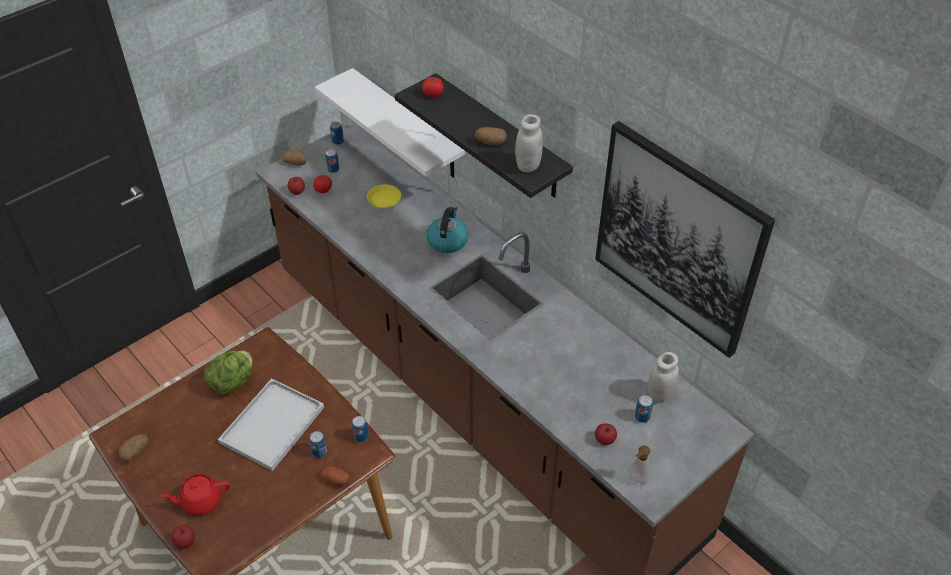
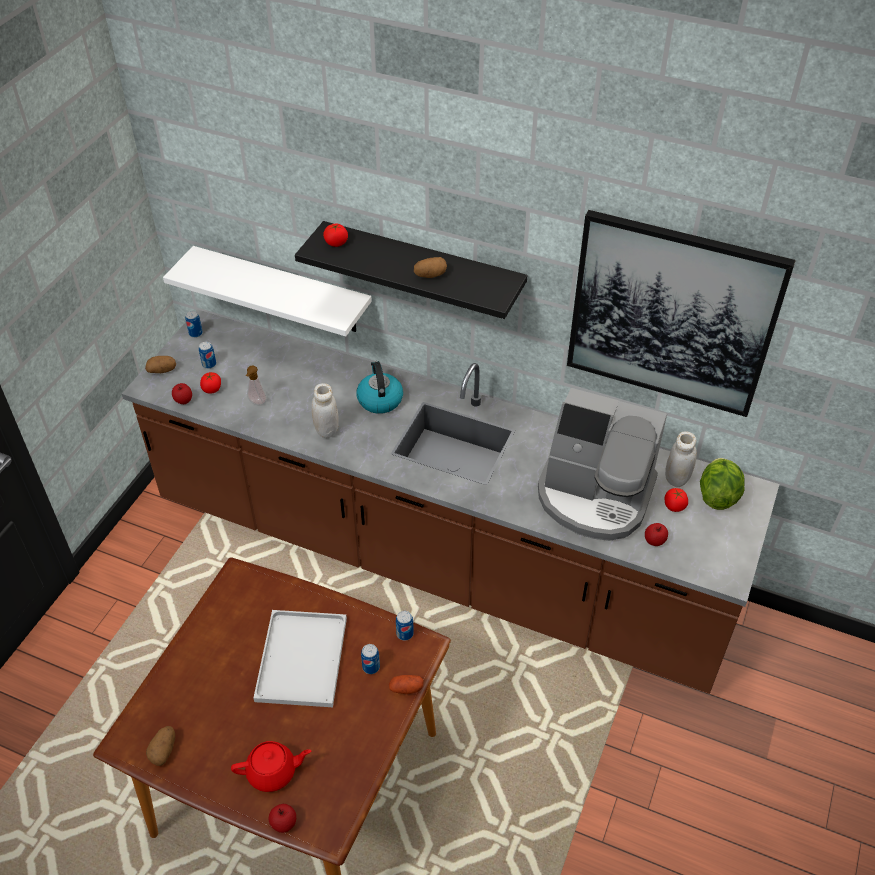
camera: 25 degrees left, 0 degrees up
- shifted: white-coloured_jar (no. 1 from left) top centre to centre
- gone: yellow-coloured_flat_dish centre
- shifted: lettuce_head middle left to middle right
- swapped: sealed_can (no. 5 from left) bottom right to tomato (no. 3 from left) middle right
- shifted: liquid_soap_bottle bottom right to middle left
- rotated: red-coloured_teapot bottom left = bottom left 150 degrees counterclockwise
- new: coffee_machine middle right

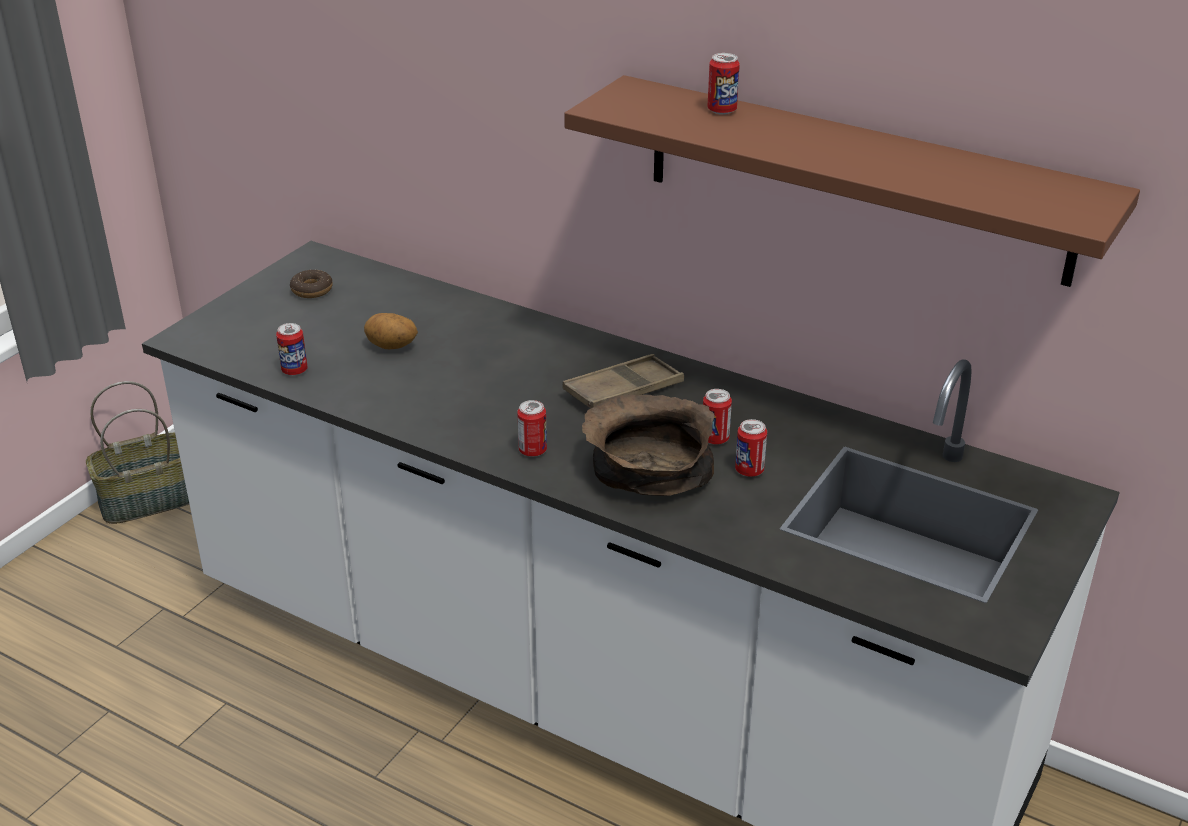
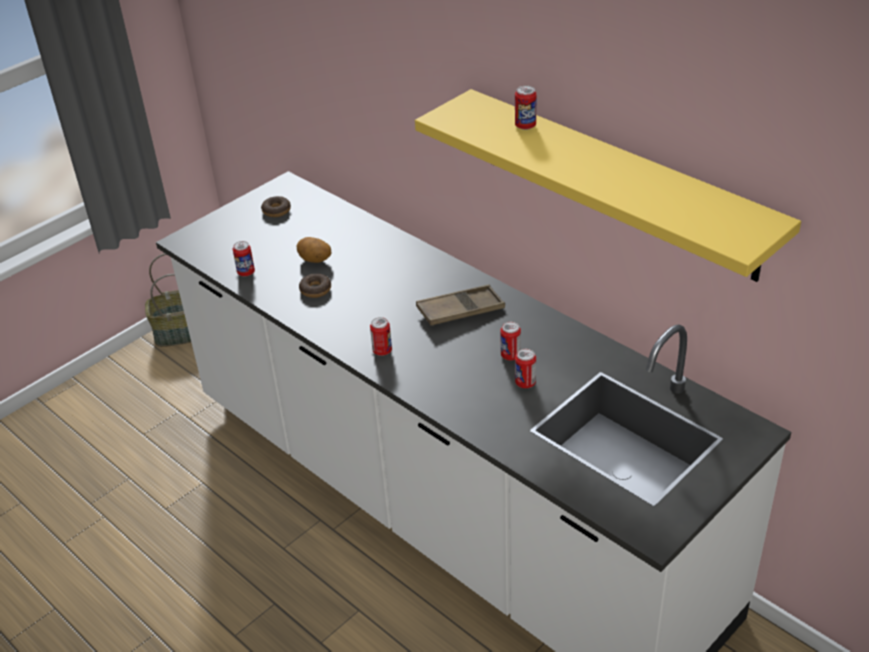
camera: 15 degrees right, 5 degrees up
- repainted: brown_shelf top right to yellow-coloured_shelf top right
- gone: brown_deep_dish centre
- new: doughnut (no. 2 from left) centre

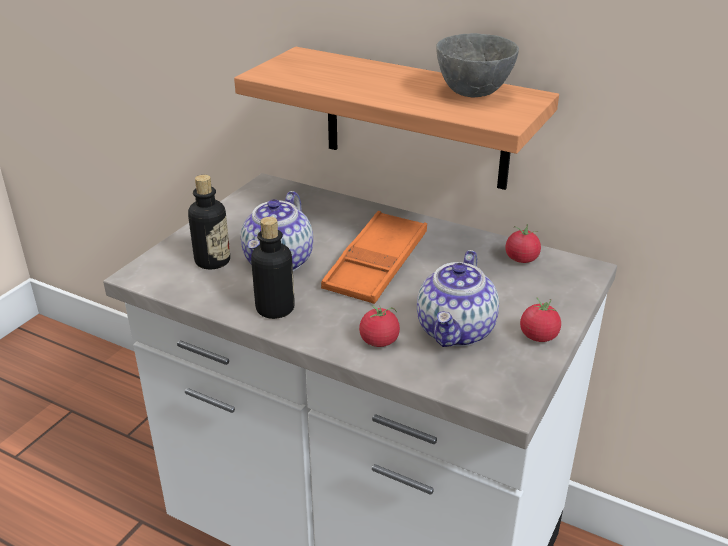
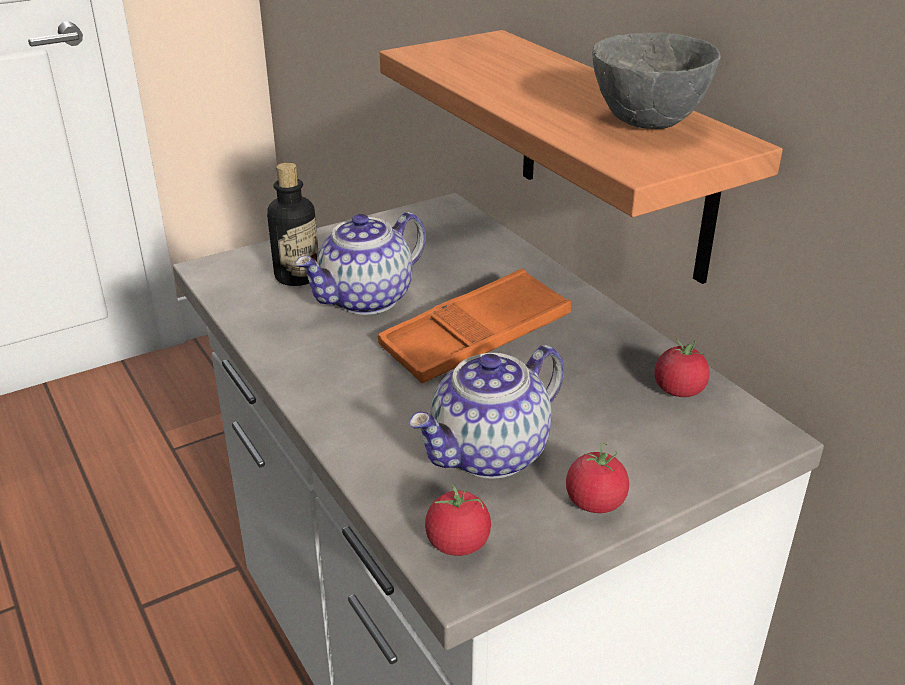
camera: 30 degrees right, 0 degrees up
- gone: drink_bottle (no. 2 from left) centre
- shifted: tomato (no. 1 from left) centre to bottom centre

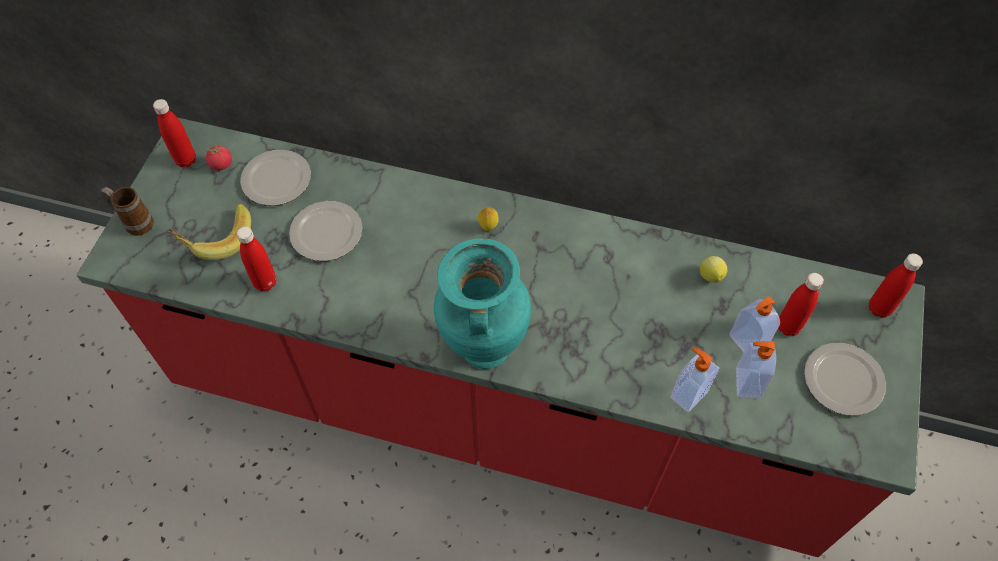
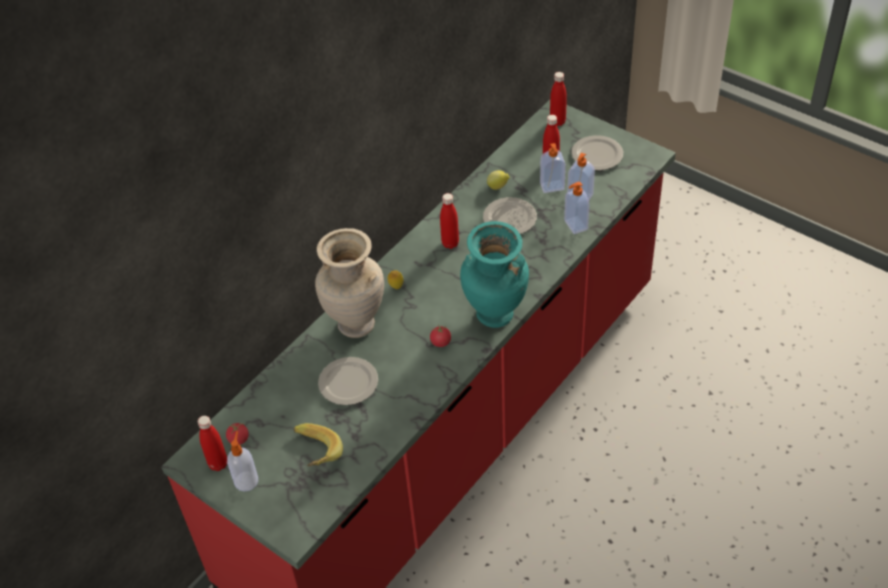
camera: 65 degrees left, 10 degrees down
- shifted: flat_dish (no. 1 from left in the first image) top left to flat_dish (no. 2 from left) centre
- gone: mug middle left
- shifted: red-coloured_drink_bottle (no. 2 from left) middle left to centre
- new: beige-coloured_decorative_vase centre
- new: tomato (no. 2 from left) centre
- new: liquid_soap_bottle (no. 1 from left) bottom left

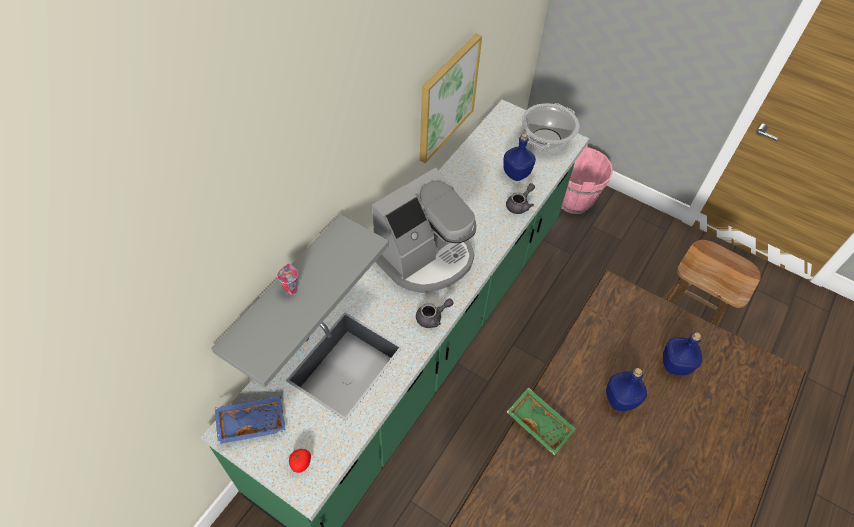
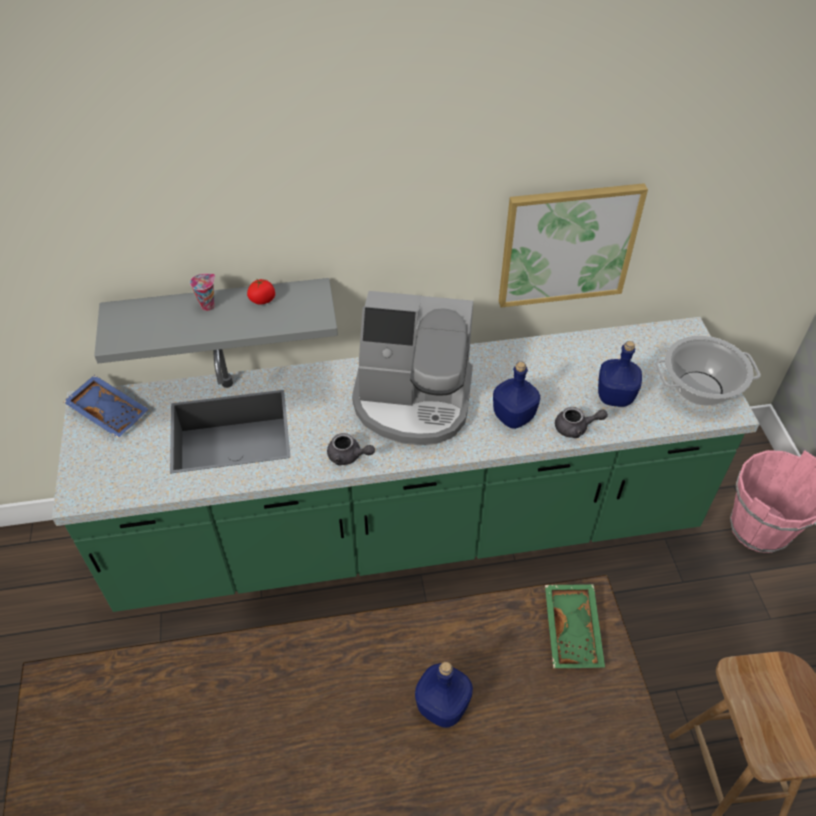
camera: 50 degrees right, 5 degrees down
- shifted: bluish_drink_bottle (no. 3 from left in the first image) bottom right to bluish_drink_bottle (no. 2 from left) centre
- shifted: greenish_serving_tray bottom centre to bottom right
- shifted: tomato bottom centre to middle left

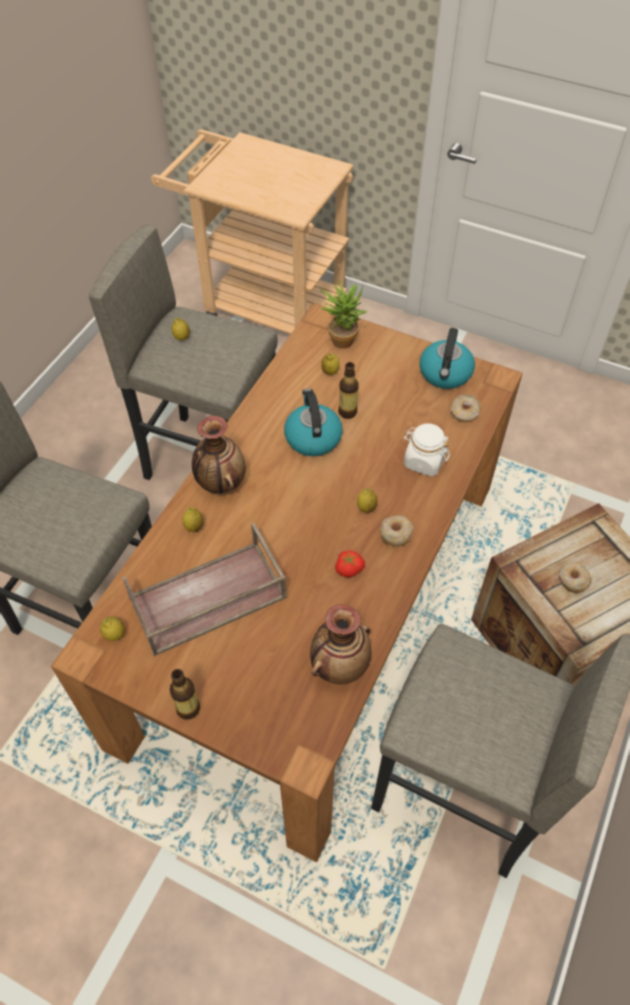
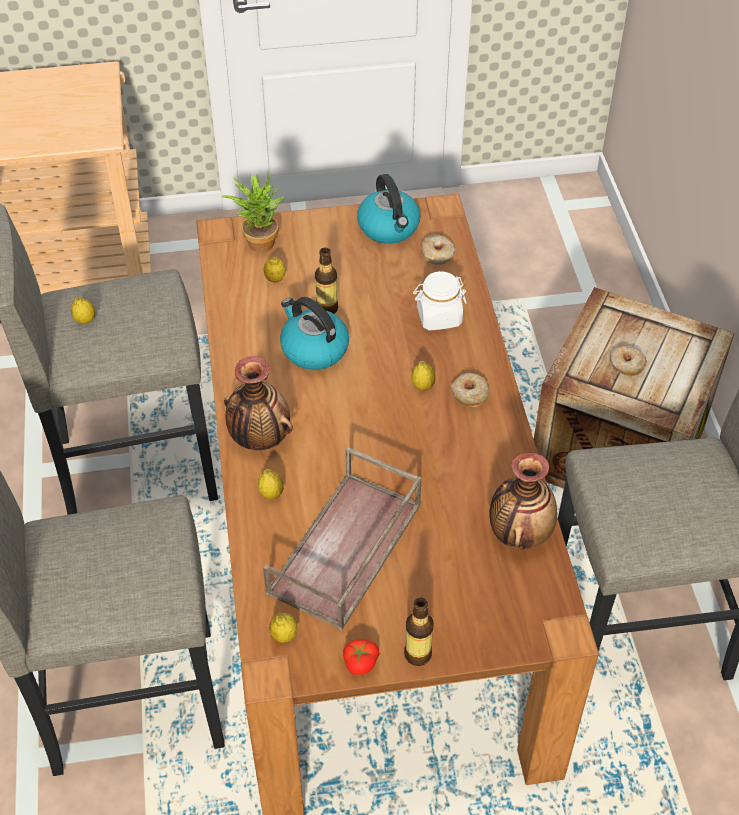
camera: 35 degrees left, 5 degrees down
- shifted: tomato centre to bottom centre

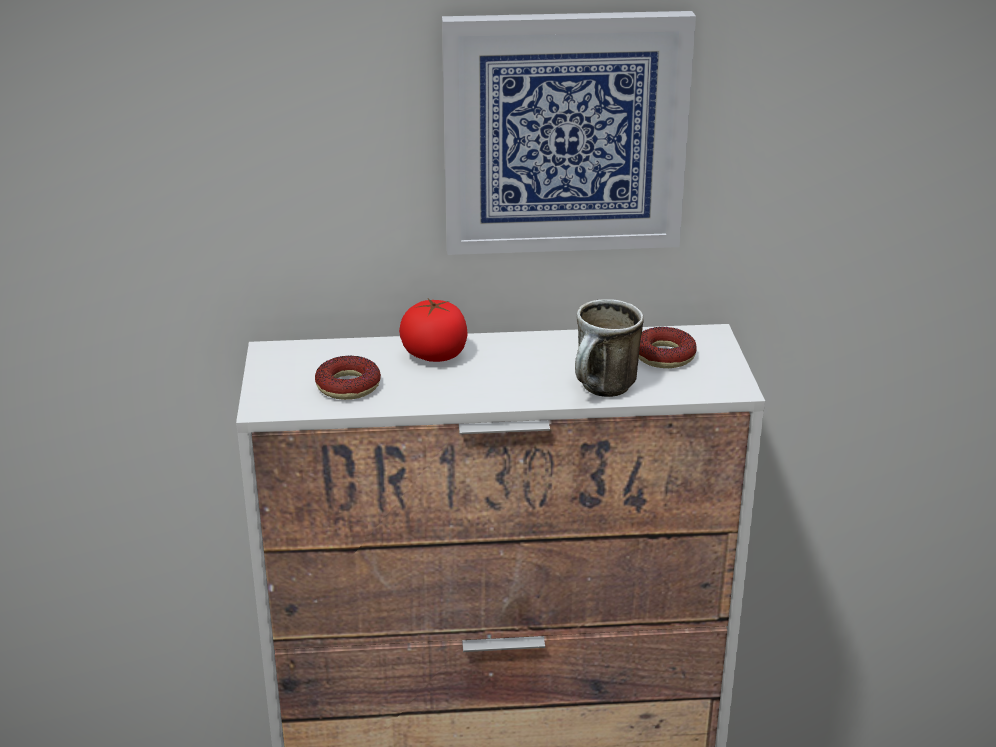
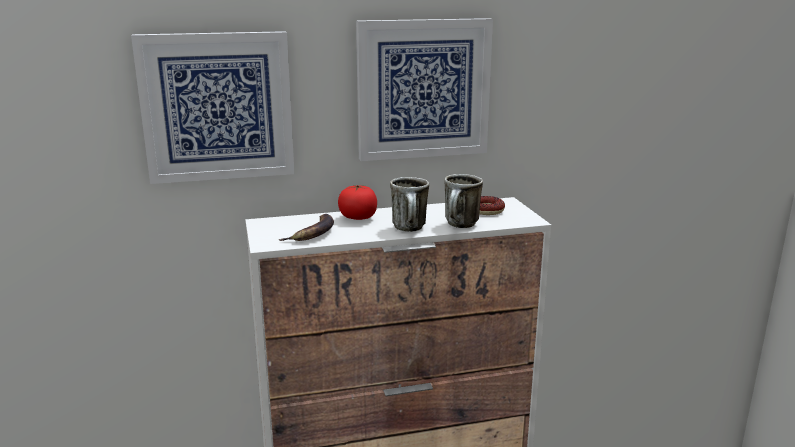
camera: 10 degrees left, 10 degrees down
- swapped: doughnut (no. 1 from left) centre to whole_banana centre
- new: picture (no. 1 from left) top left
- new: mug (no. 1 from left) centre

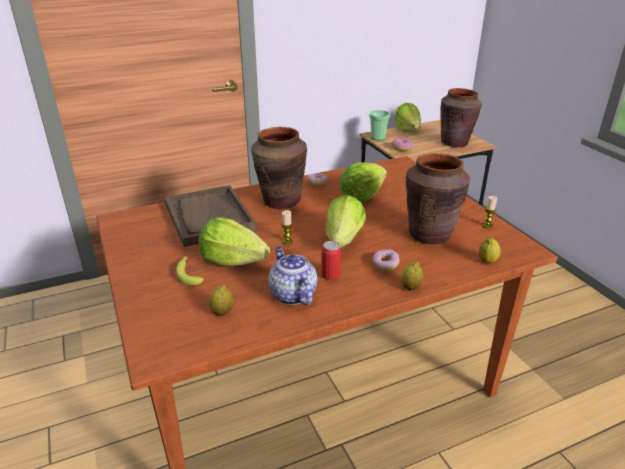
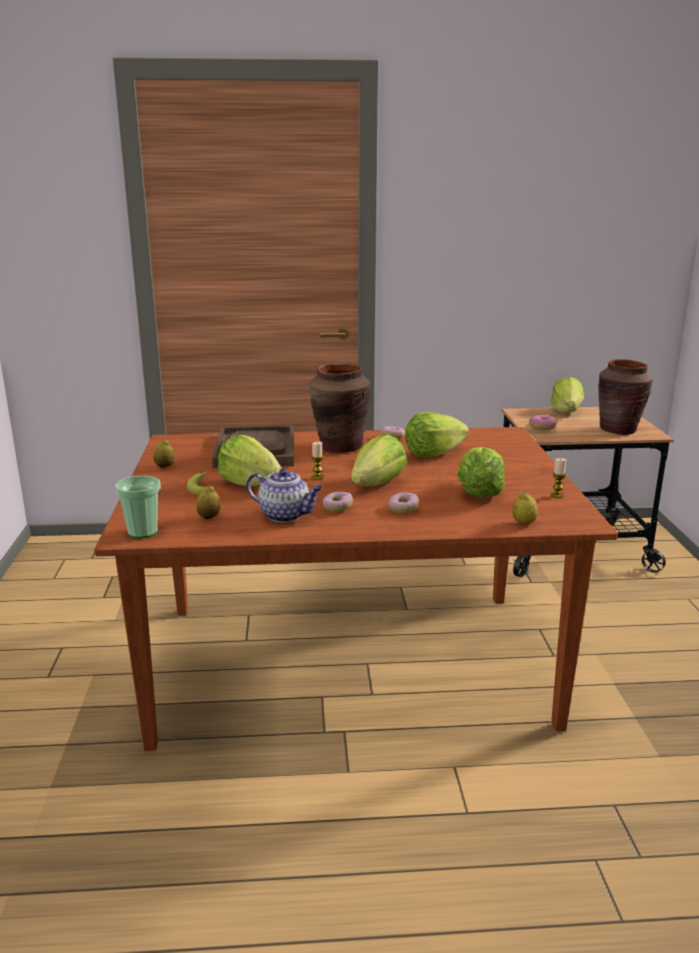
camera: 20 degrees right, 10 degrees down
- shifted: cup top centre to middle left
- swapped: brown_decorative_vase (no. 2 from left) middle right to lettuce_head (no. 4 from left) middle right
- swapped: sealed_can centre to doughnut (no. 1 from left) centre
- rotated: teapot centre = centre 120 degrees clockwise
- shifted: lemon (no. 2 from left in the first image) centre to lemon (no. 1 from left) middle left

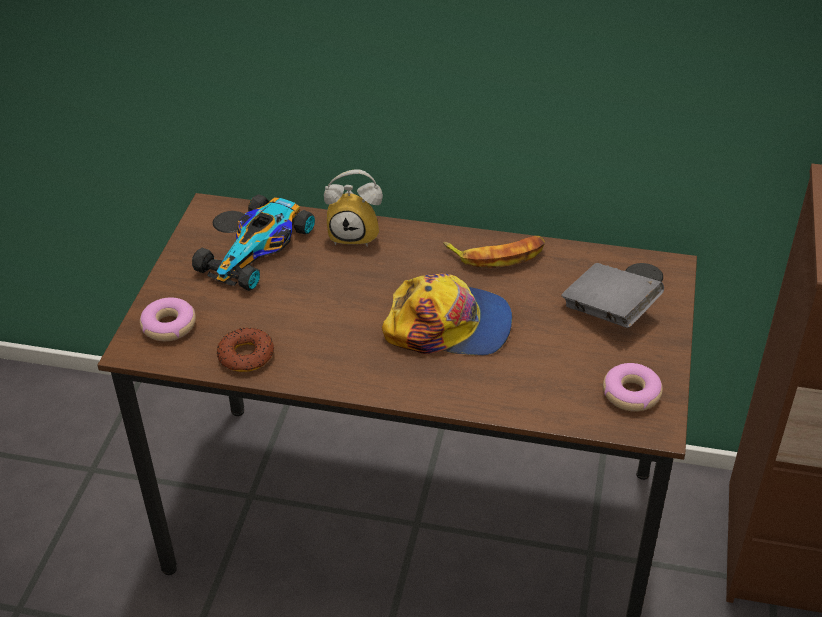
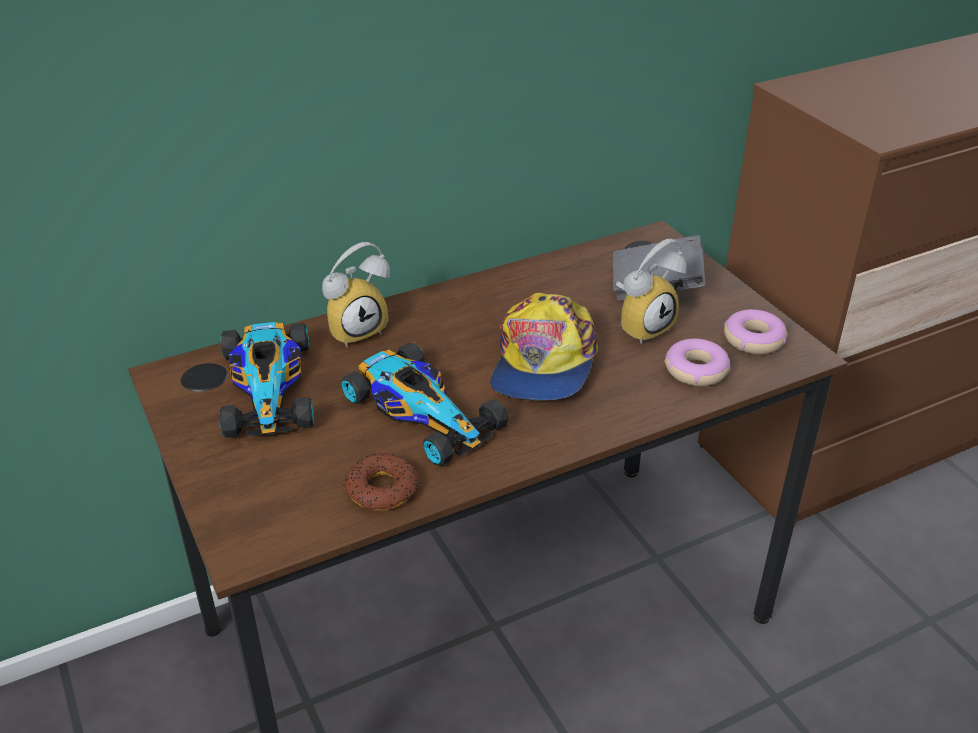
camera: 40 degrees left, 5 degrees down
- gone: whole_banana centre
- rotated: cap centre = centre 135 degrees clockwise
- shifted: doughnut (no. 1 from left in the first image) middle left to doughnut (no. 2 from left) middle right
- new: bedside_clock (no. 2 from left) centre
- new: toy_car (no. 2 from left) centre

